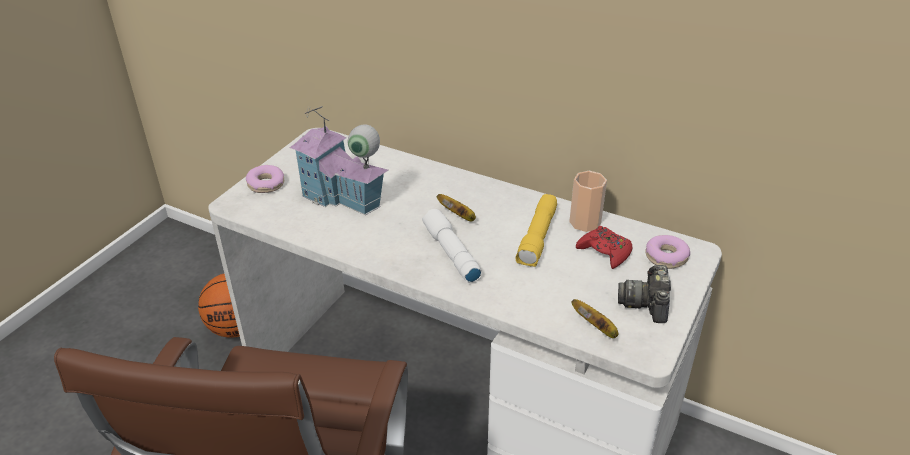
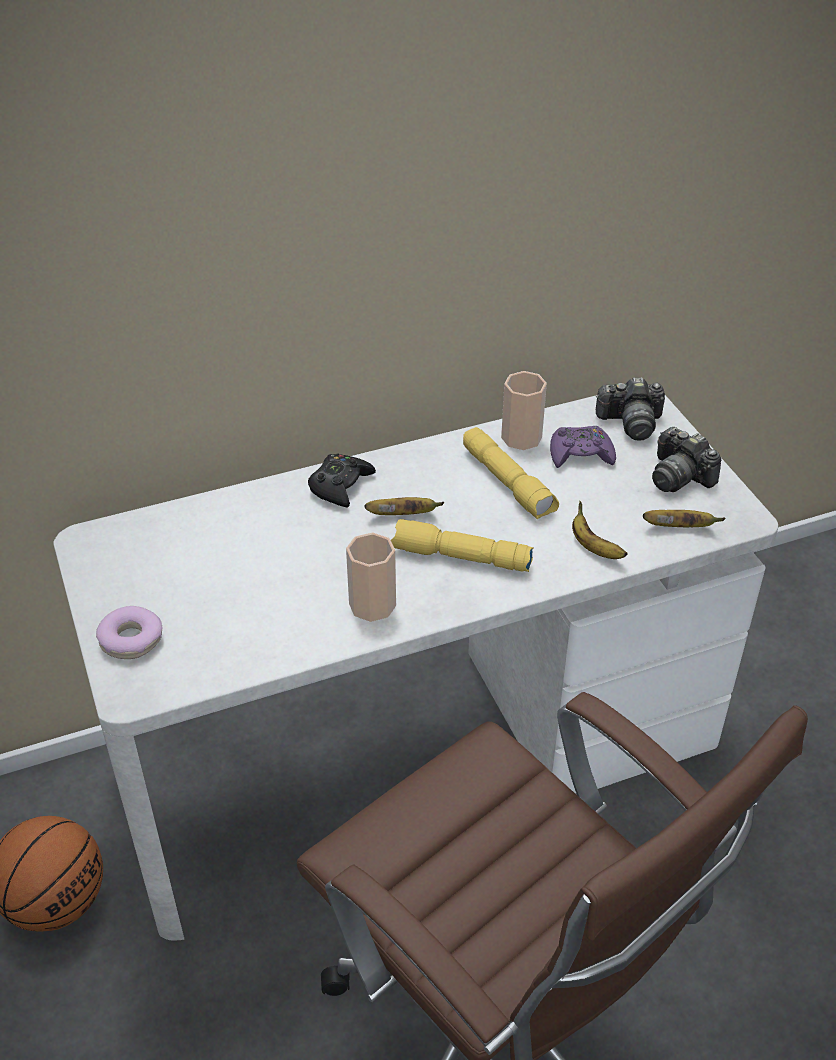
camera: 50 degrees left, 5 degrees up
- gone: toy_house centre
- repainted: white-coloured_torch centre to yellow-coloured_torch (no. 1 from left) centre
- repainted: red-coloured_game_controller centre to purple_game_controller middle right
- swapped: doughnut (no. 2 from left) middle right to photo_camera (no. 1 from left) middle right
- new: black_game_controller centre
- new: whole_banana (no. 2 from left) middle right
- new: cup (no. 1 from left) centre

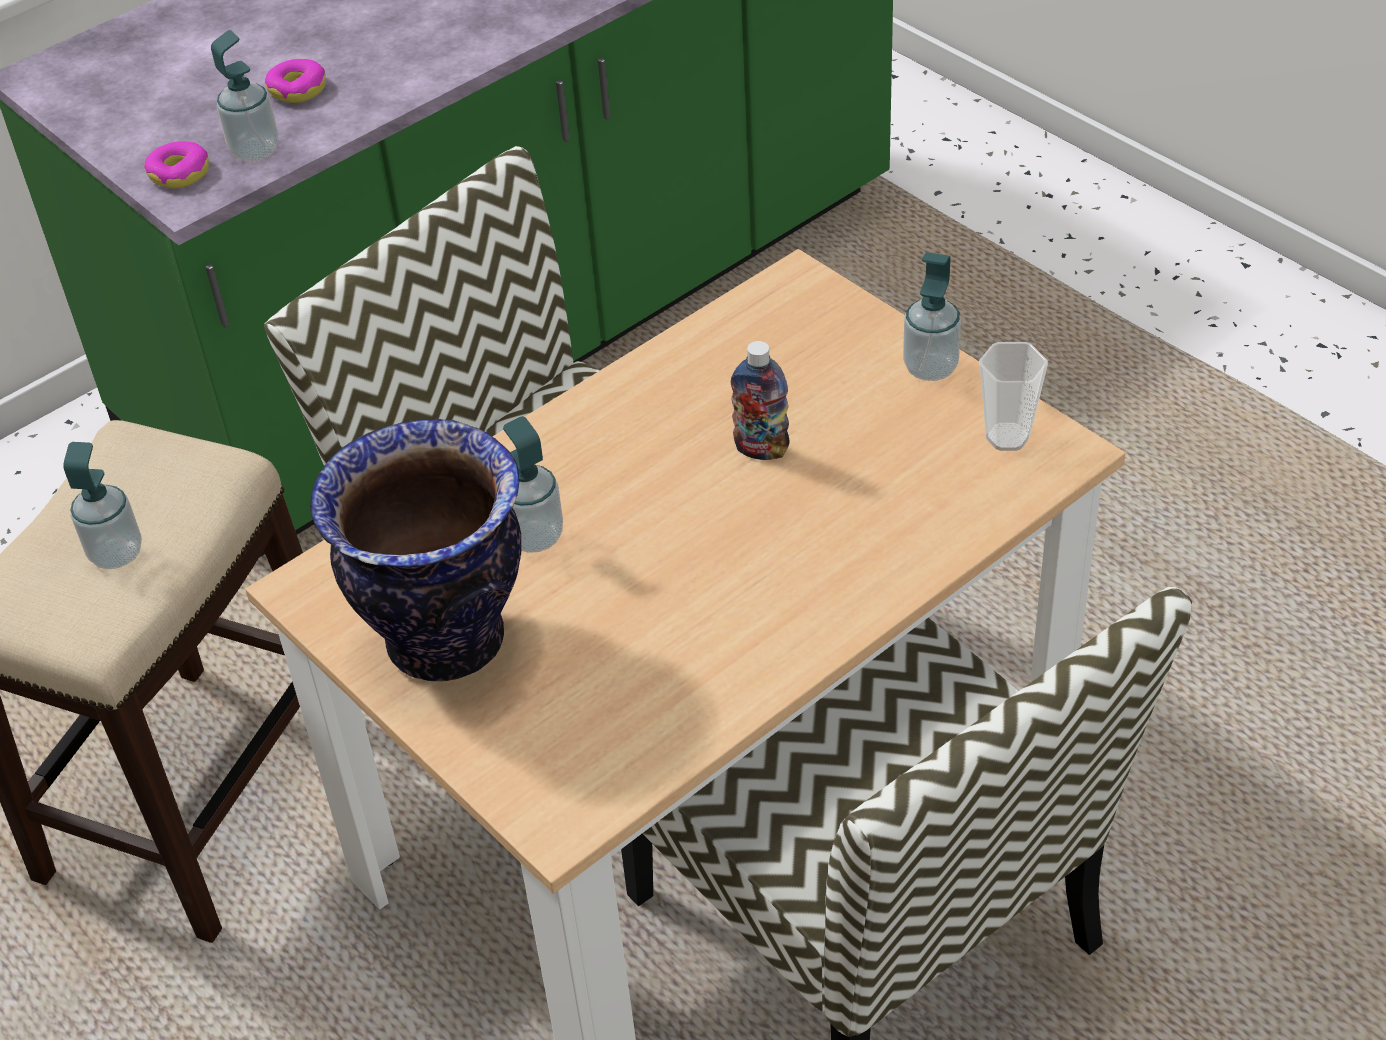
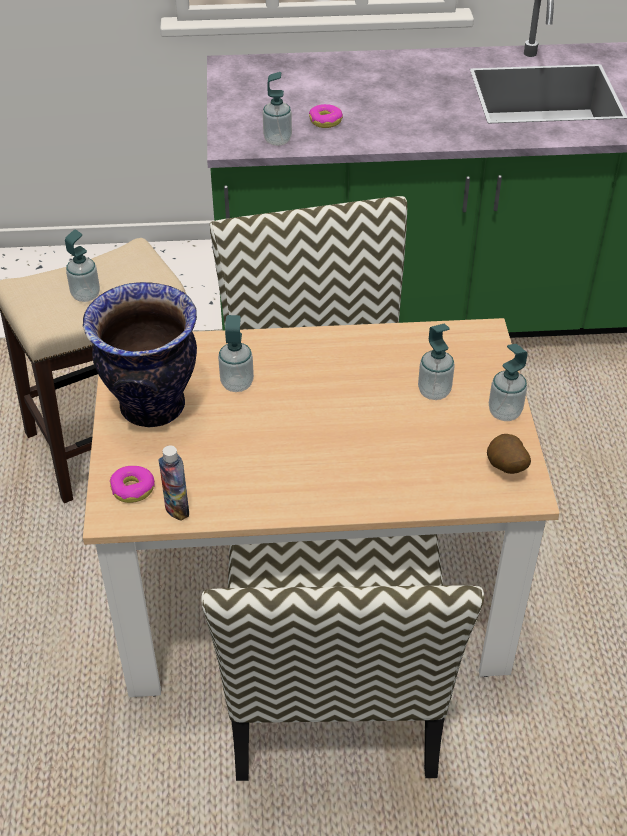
camera: 35 degrees right, 0 degrees up
- shifted: doughnut (no. 1 from left) top left to middle left
- shifted: drink_bottle centre to middle left
- swapped: cup middle right to whole_potato middle right
- new: liquid_soap_bottle (no. 4 from left) middle right

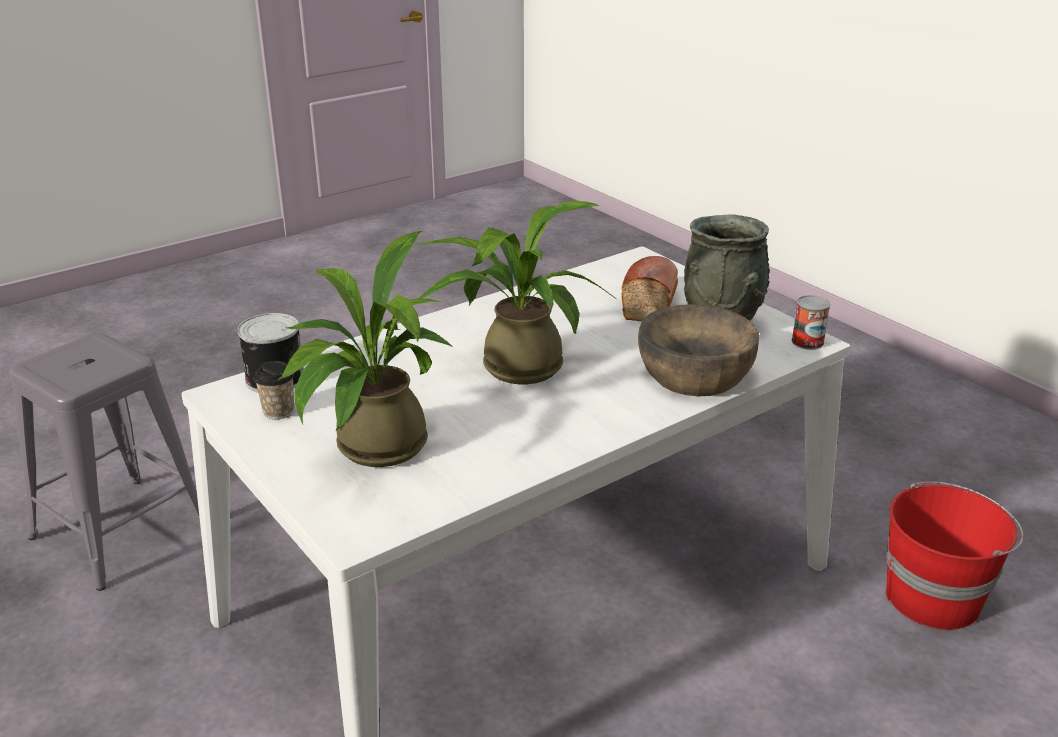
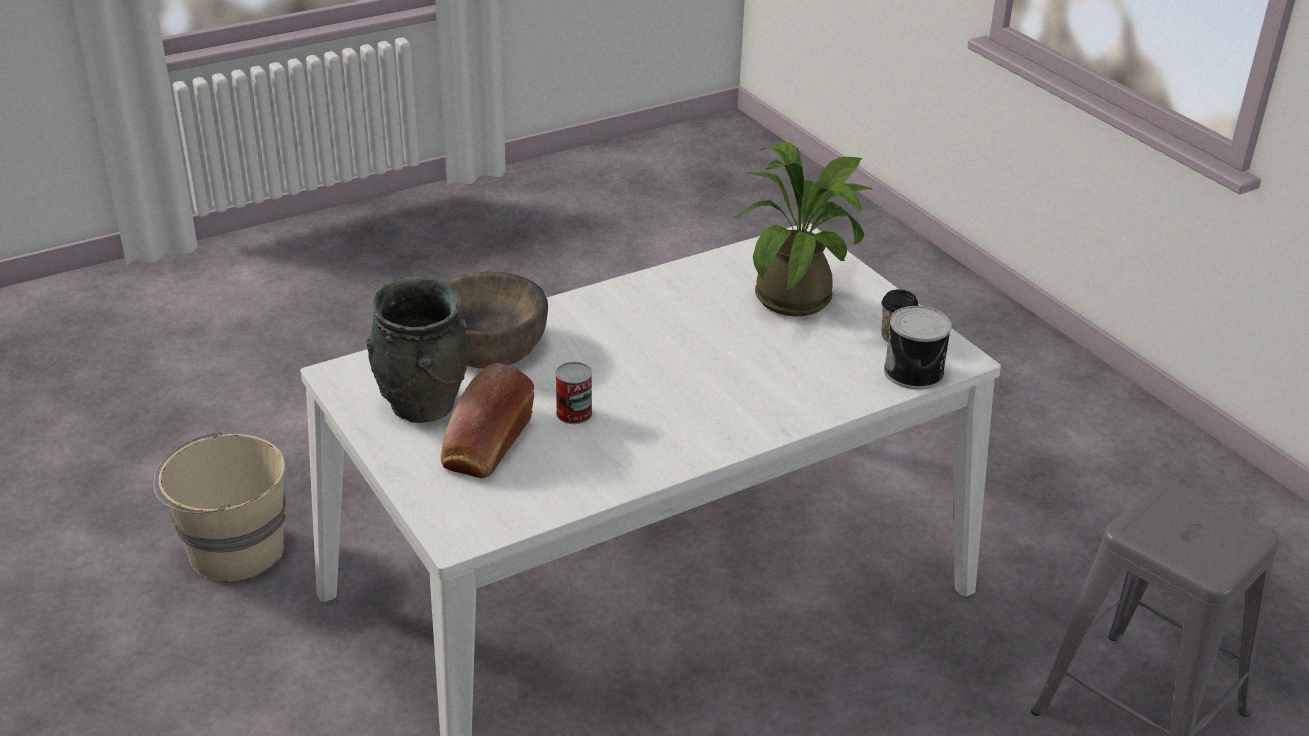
camera: 175 degrees left, 5 degrees up
- gone: potted_plant (no. 2 from left) centre
- shifted: sealed_can (no. 2 from left in the first image) middle right to sealed_can (no. 1 from left) centre
- repainted: red-coloured_pail bottom right to beige-coloured_pail bottom left

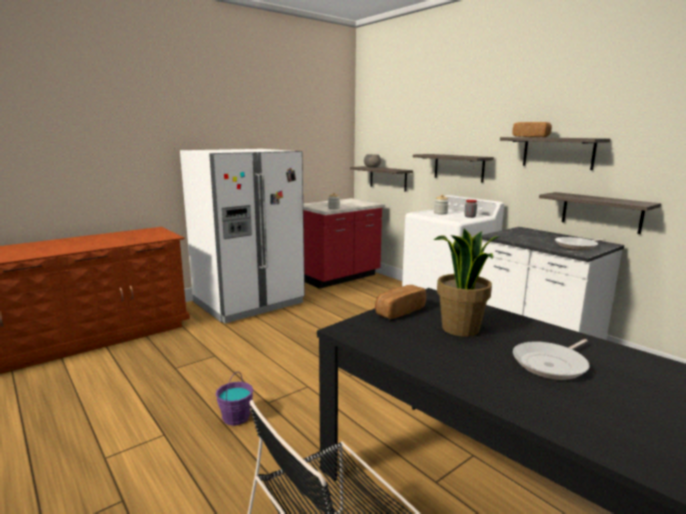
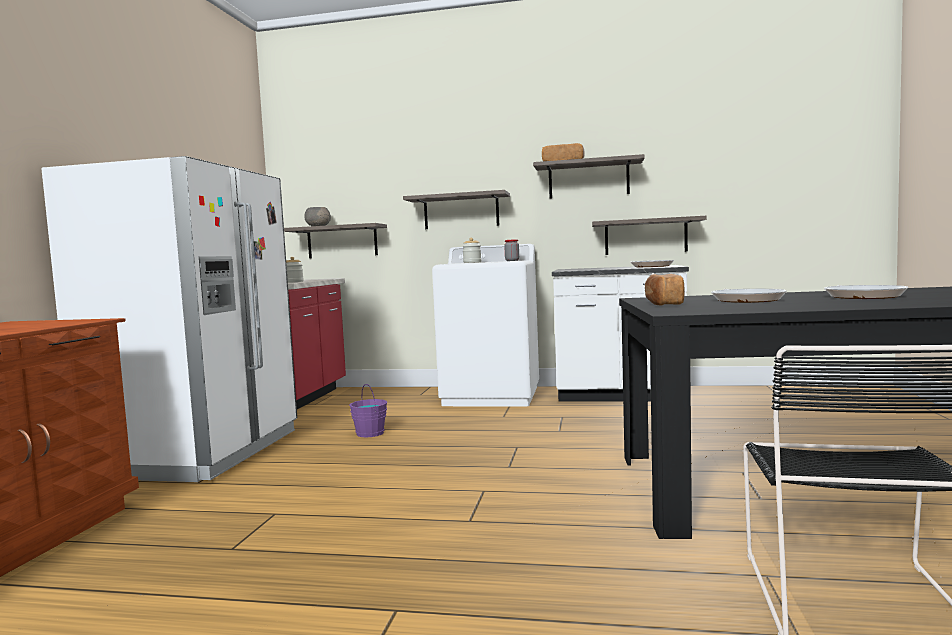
camera: 40 degrees left, 10 degrees down
- swapped: potted_plant middle right to frying_pan (no. 2 from left) middle right
- shifted: purple_pail bottom centre to centre

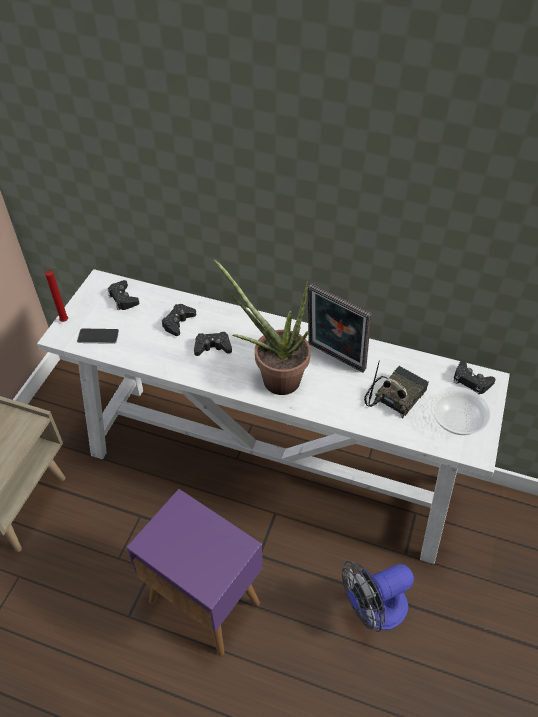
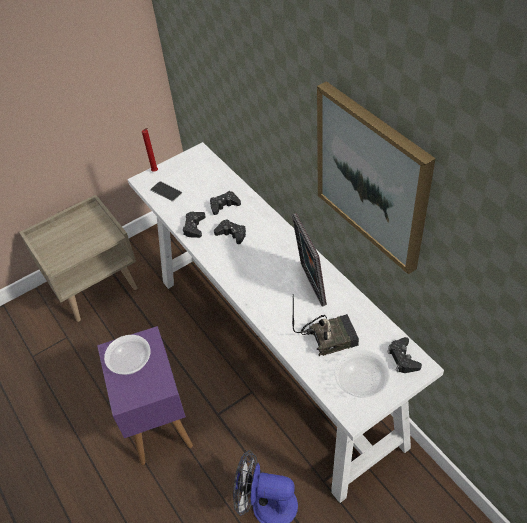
camera: 40 degrees right, 0 degrees up
- gone: potted_plant centre
- shifted: black_game_controller (no. 1 from left) middle left to centre
- new: picture middle right
- new: deep_dish (no. 1 from left) bottom left

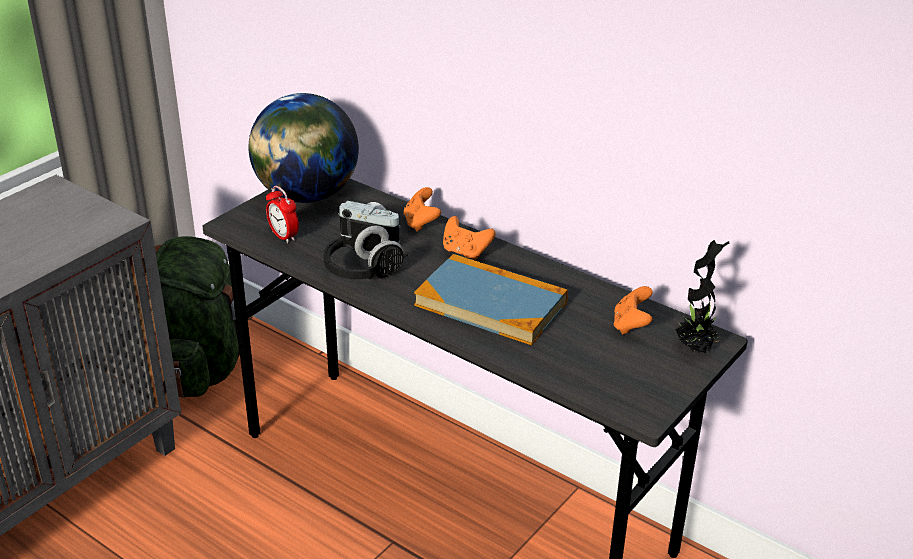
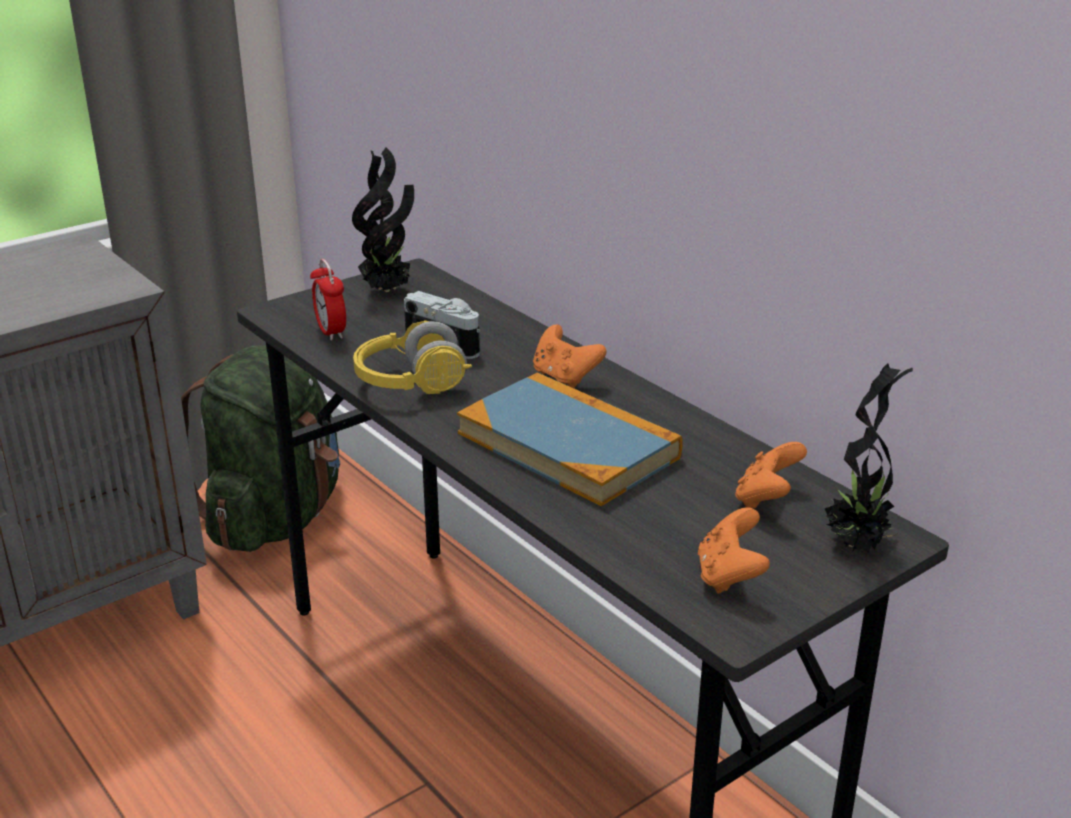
camera: 15 degrees right, 5 degrees down
- swapped: globe top left to potted_plant (no. 1 from left) top centre
- shifted: orange-coloured_game_controller (no. 1 from left in the first image) centre to orange-coloured_game_controller (no. 2 from left) bottom right
- repainted: black_headset centre to yellow-coloured_headset centre

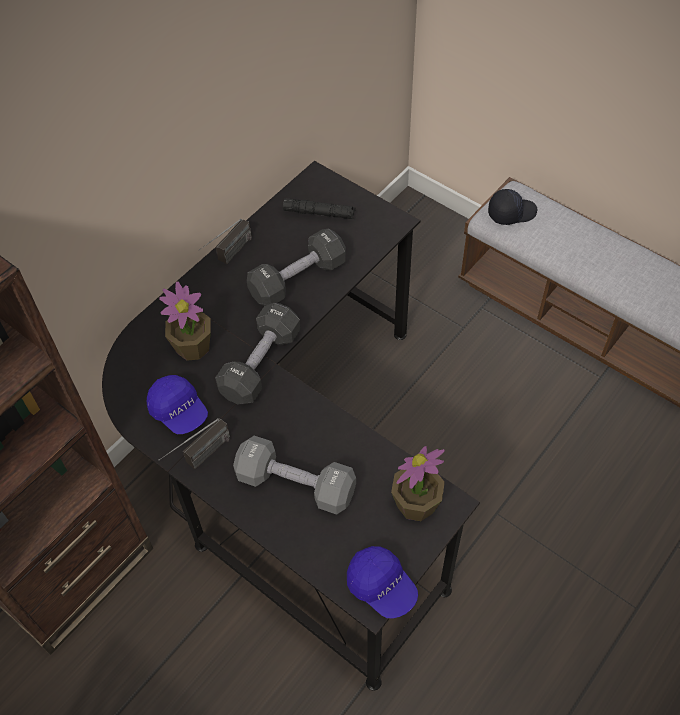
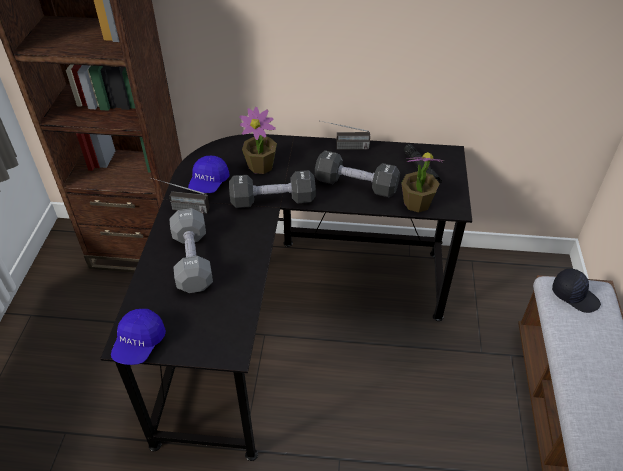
camera: 55 degrees right, 10 degrees down
- shifted: potted_plant (no. 2 from left) bottom centre to middle right

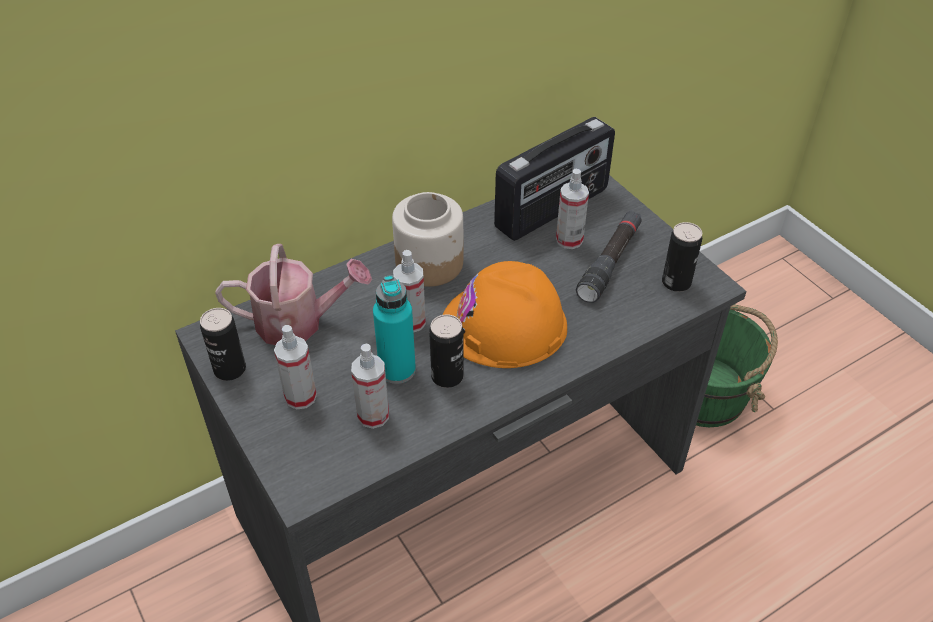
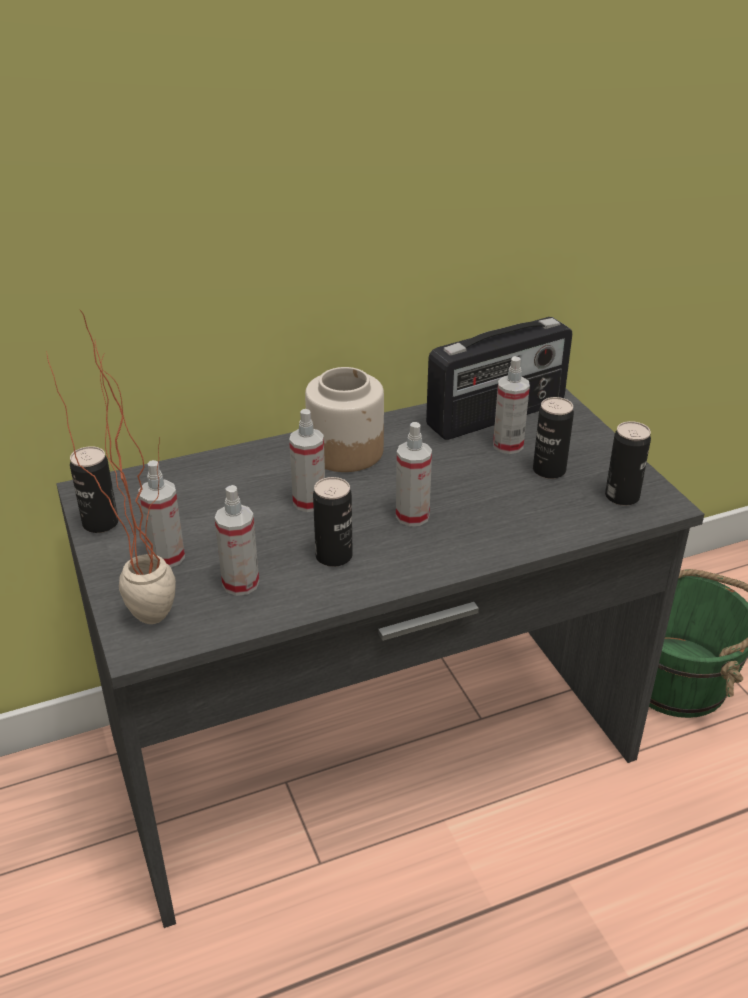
camera: 10 degrees right, 10 degrees down
- swapped: black_torch centre to sealed_can (no. 3 from left) middle right
- gone: watering_can middle left
- swapped: orange-coloured_safety_helmet centre to hand_sprayer (no. 4 from left) centre
- gone: turquoise-coloured_drink_bottle centre
- new: potted_plant middle left

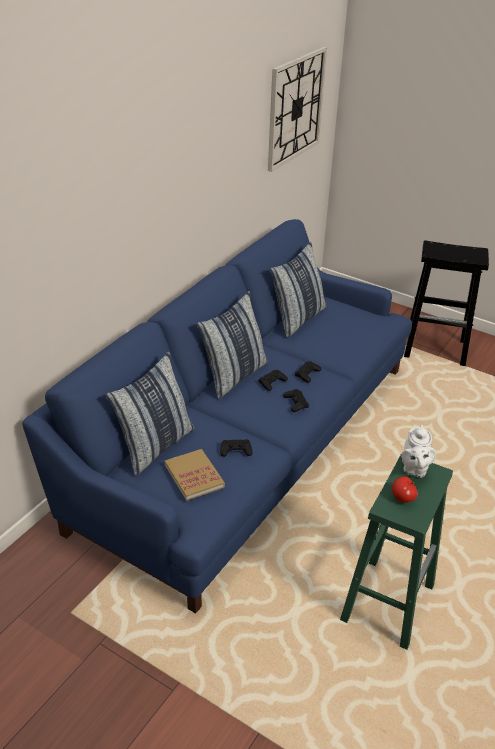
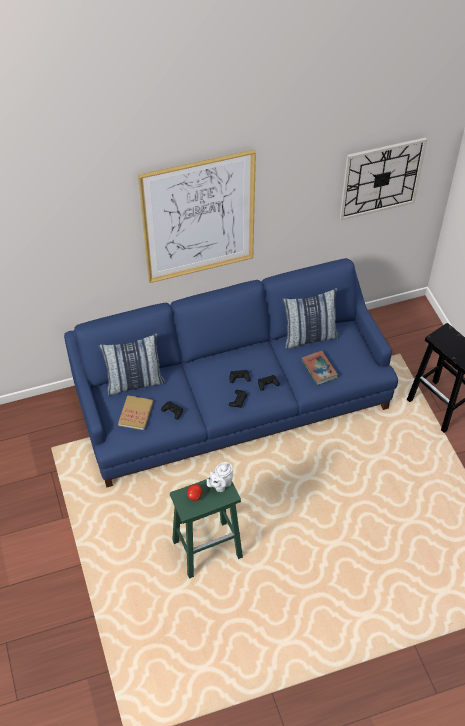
camera: 40 degrees right, 15 degrees up
- gone: cushion (no. 2 from left) centre
- new: picture top centre
- new: bound_book (no. 2 from left) middle right

